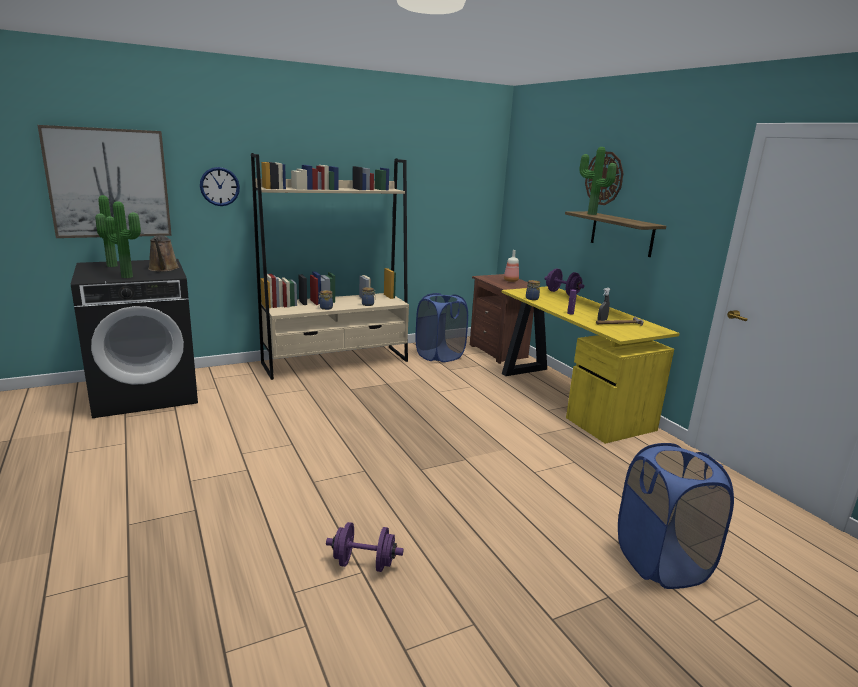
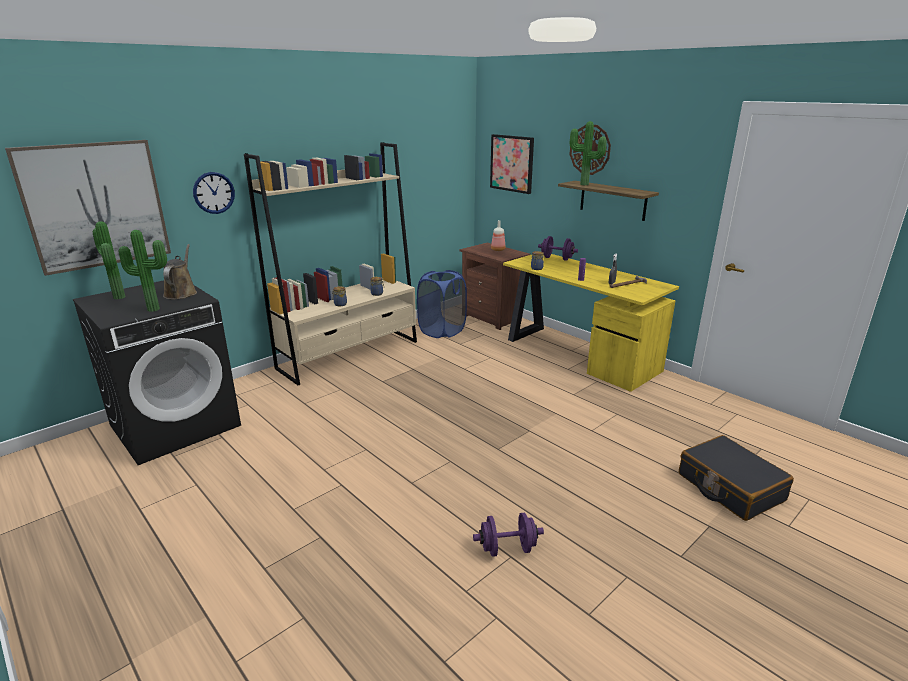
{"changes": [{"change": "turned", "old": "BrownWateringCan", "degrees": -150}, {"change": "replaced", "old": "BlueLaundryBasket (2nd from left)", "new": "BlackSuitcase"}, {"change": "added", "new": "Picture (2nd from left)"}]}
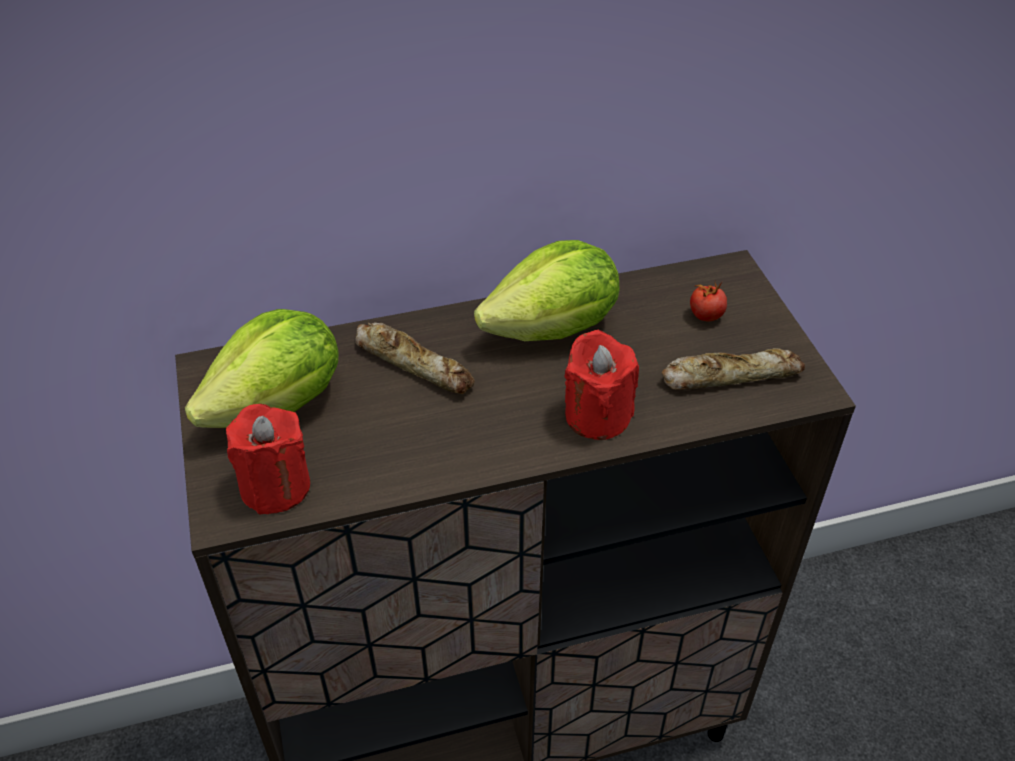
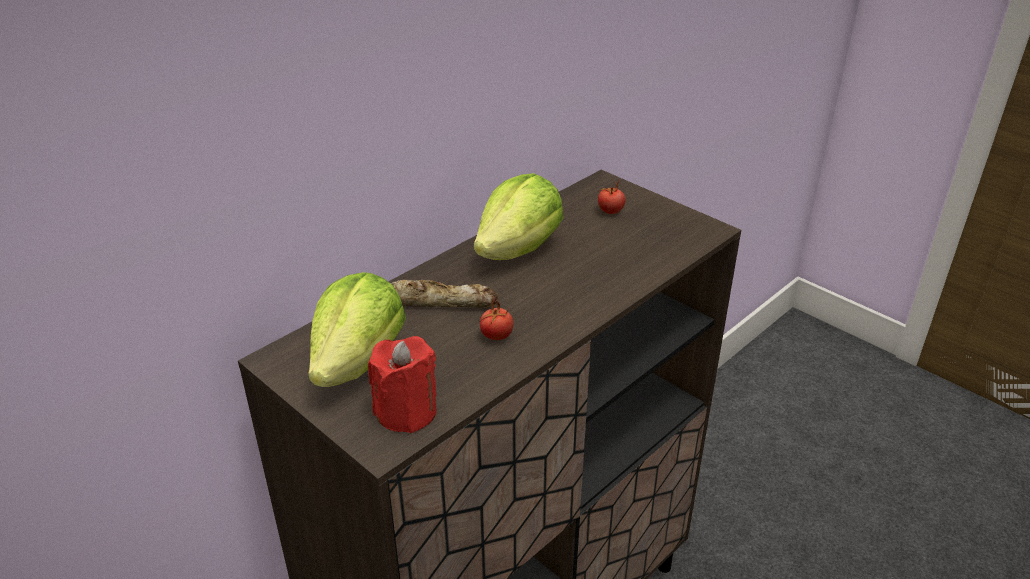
{"changes": [{"change": "removed", "old": "RedCandle (2nd from left)"}, {"change": "removed", "old": "Bread (2nd from left)"}, {"change": "added", "new": "Tomato (1st from left)"}]}
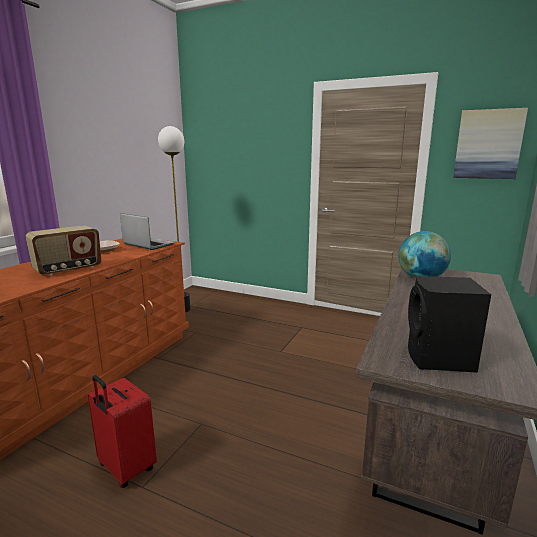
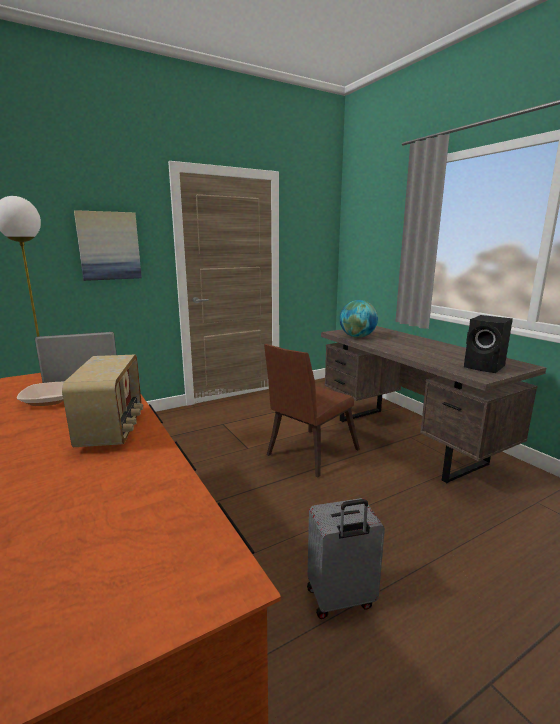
{"changes": [{"change": "recoloured", "old": "RedSuitcase", "new": "GreySuitcase"}, {"change": "moved", "old": "Picture"}, {"change": "added", "new": "BrownChair"}]}
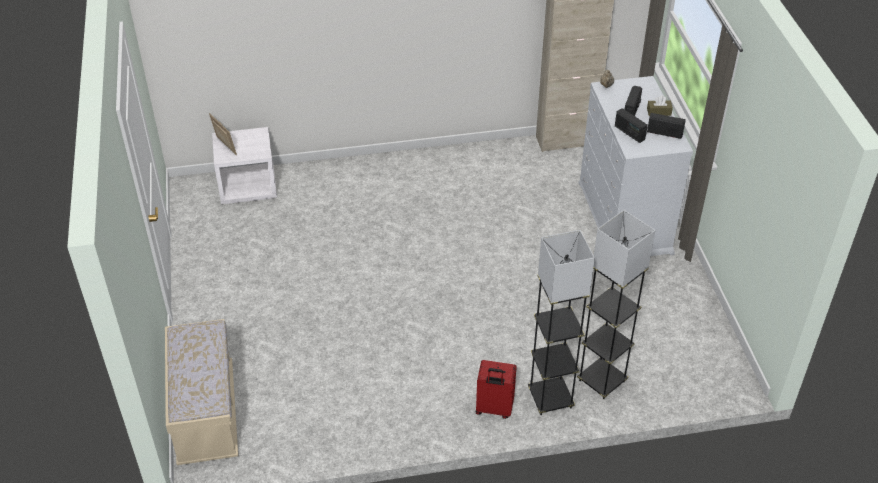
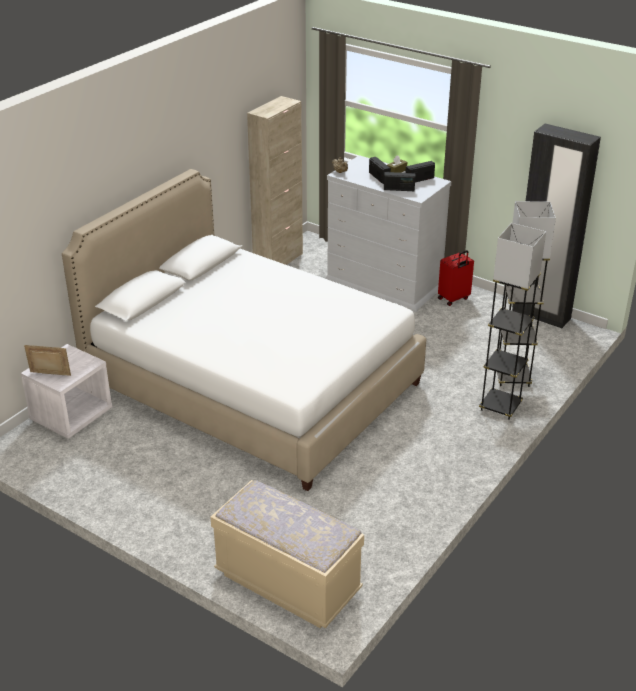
{"changes": [{"change": "moved", "old": "RedSuitcase"}, {"change": "added", "new": "WhiteBed"}, {"change": "added", "new": "BlackWardrobe"}]}
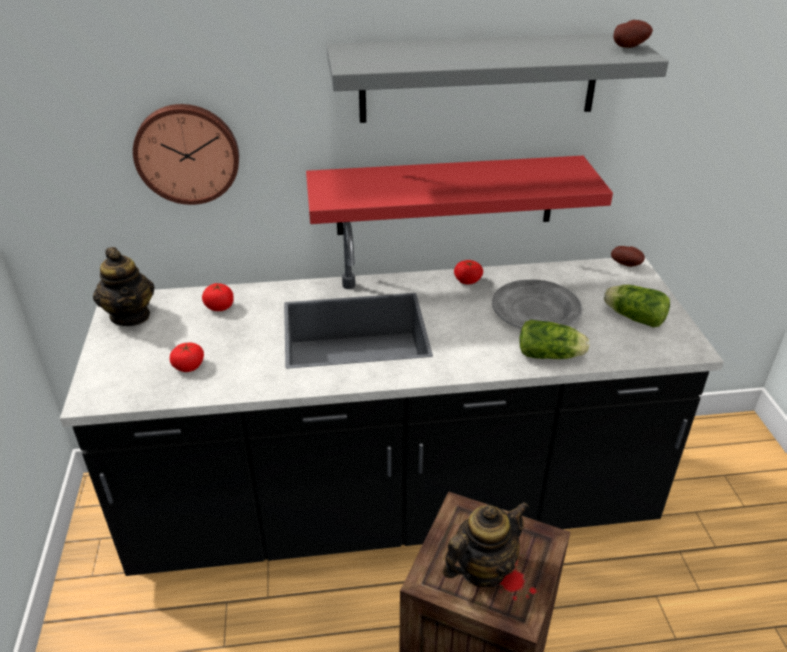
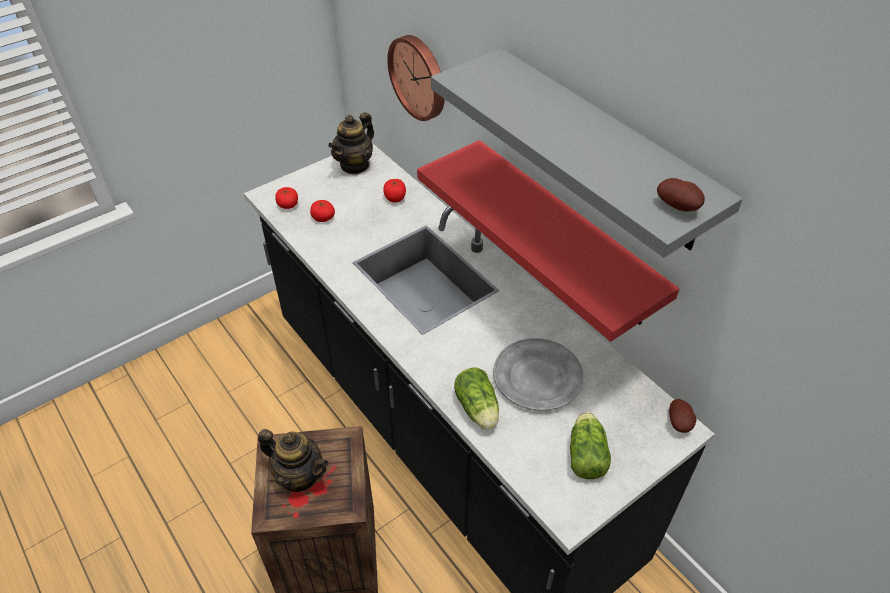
{"changes": [{"change": "moved", "old": "Tomato (3rd from left in the first image)", "new": "Tomato (1st from left)"}]}
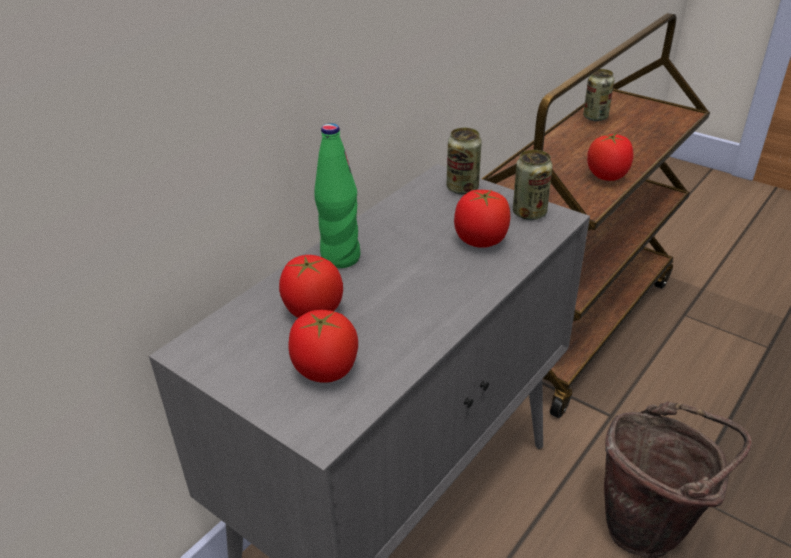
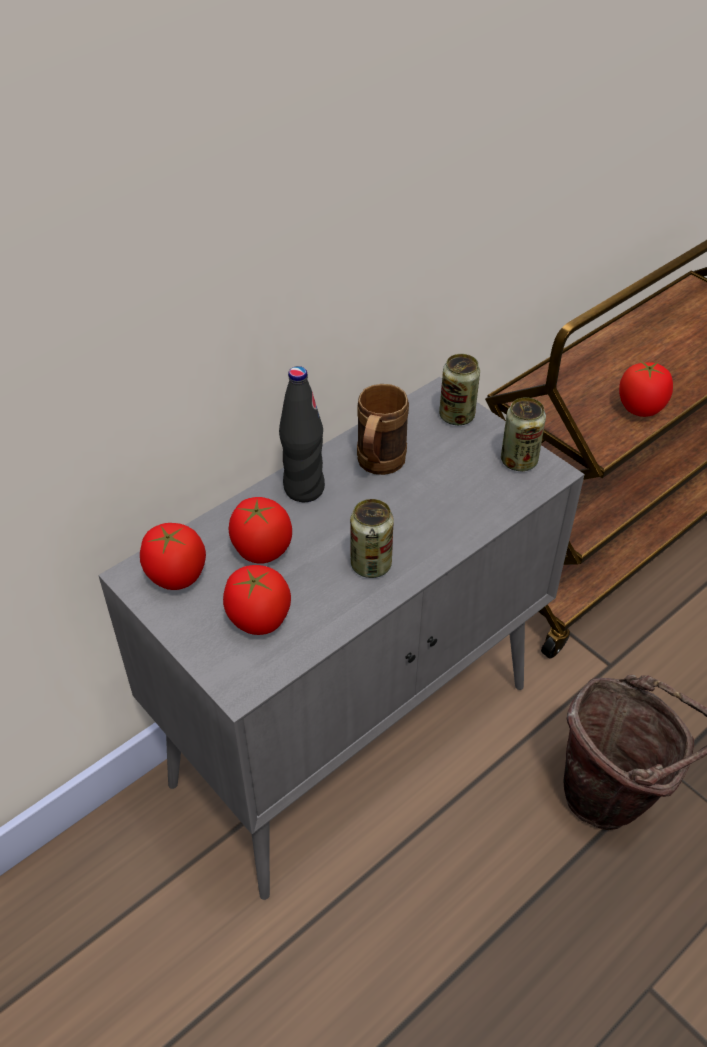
{"changes": [{"change": "recoloured", "old": "GreenBottle", "new": "BlackBottle"}, {"change": "moved", "old": "Tomato (3rd from left in the first image)", "new": "Tomato (1st from left)"}, {"change": "moved", "old": "Can (3rd from left in the first image)", "new": "Can (1st from left)"}, {"change": "added", "new": "BrownMug"}]}
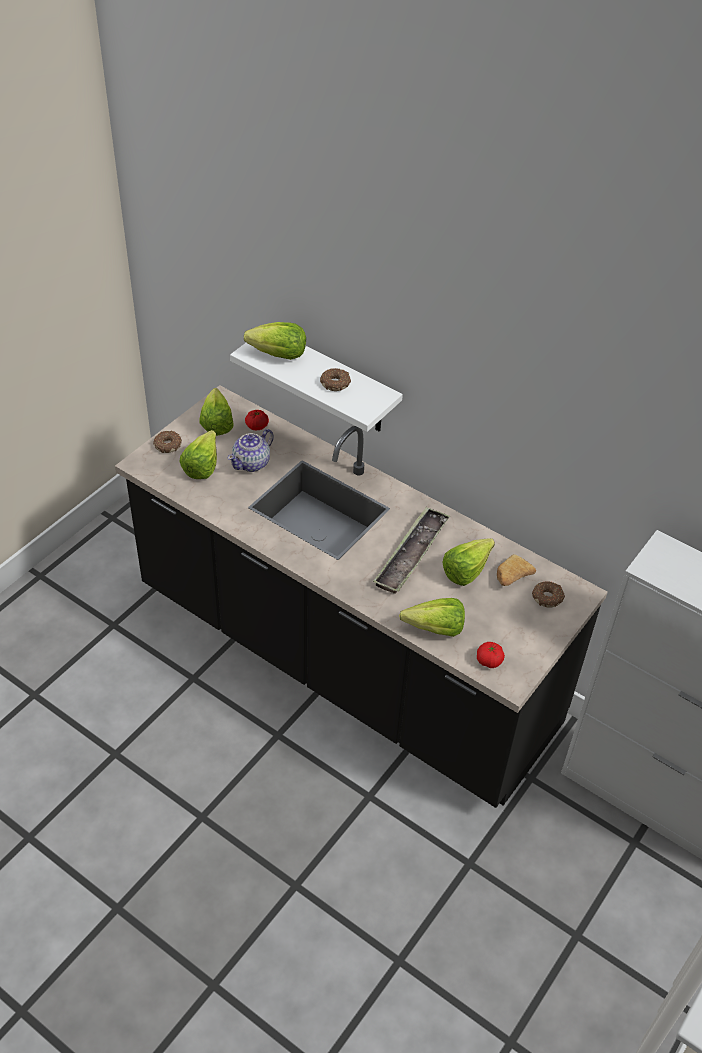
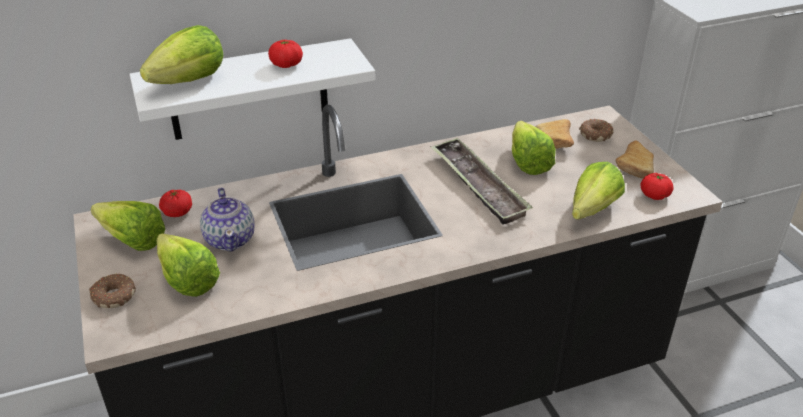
{"changes": [{"change": "replaced", "old": "Donut (2nd from left)", "new": "Tomato (2nd from left)"}, {"change": "added", "new": "Bread (2nd from left)"}]}
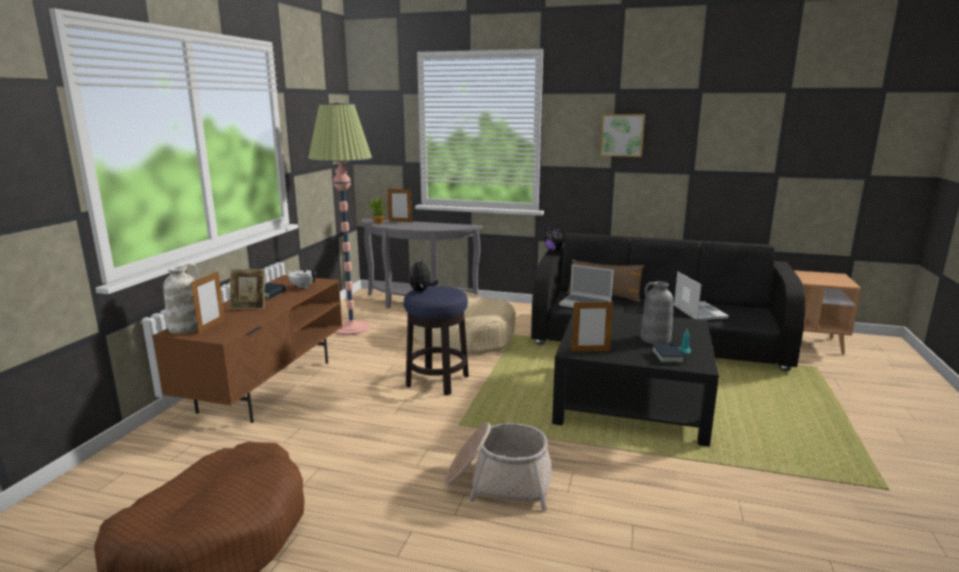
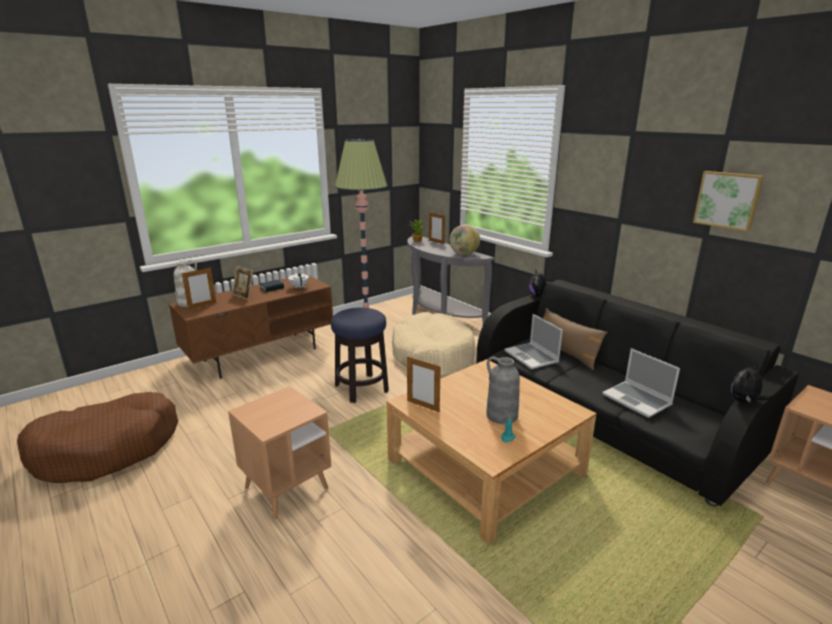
{"changes": [{"change": "moved", "old": "PlushToy (1st from left in the first image)", "new": "PlushToy (2nd from left)"}, {"change": "replaced", "old": "Basket", "new": "BrownSideTable (1st from left)"}, {"change": "recoloured", "old": "BlackCoffeeTable", "new": "BeigeCoffeeTable"}, {"change": "moved", "old": "Picture"}, {"change": "removed", "old": "Book (2nd from left)"}, {"change": "turned", "old": "Laptop (2nd from left)", "degrees": 120}, {"change": "added", "new": "Globe"}]}
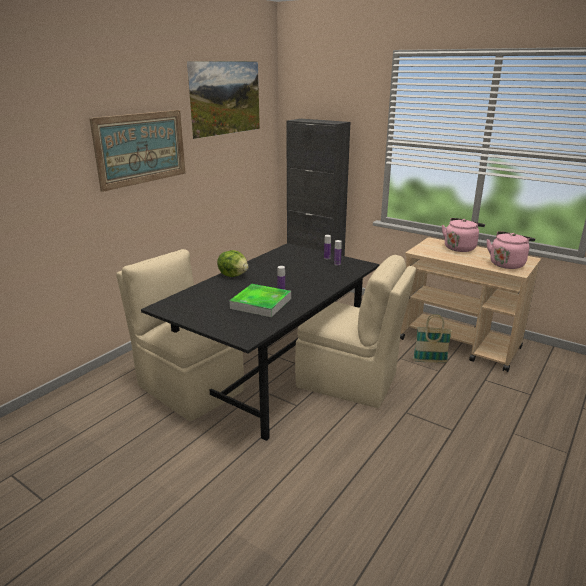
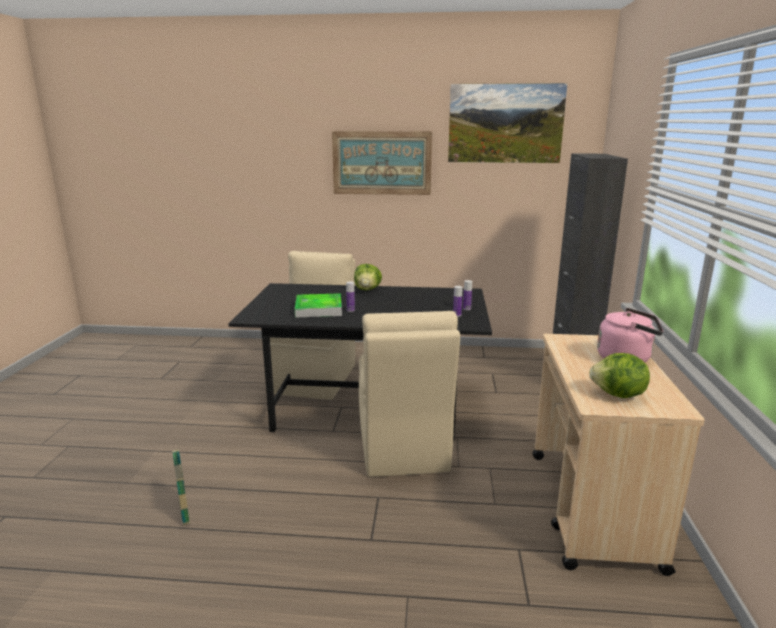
{"changes": [{"change": "moved", "old": "Basket"}, {"change": "replaced", "old": "PinkKettle (2nd from left)", "new": "Lettuce (2nd from left)"}]}
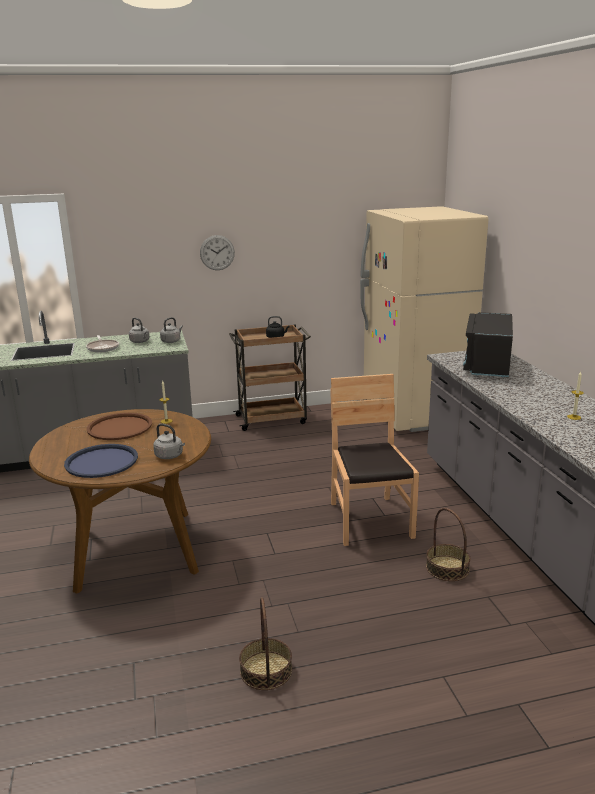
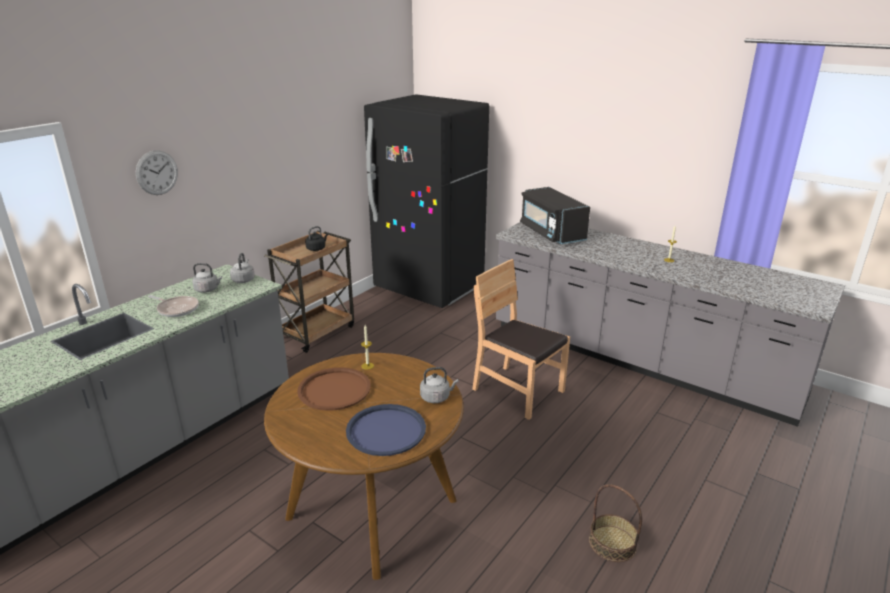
{"changes": [{"change": "moved", "old": "WallClock"}, {"change": "recoloured", "old": "BeigeFridge", "new": "BlackFridge"}, {"change": "removed", "old": "Basket (2nd from left)"}]}
